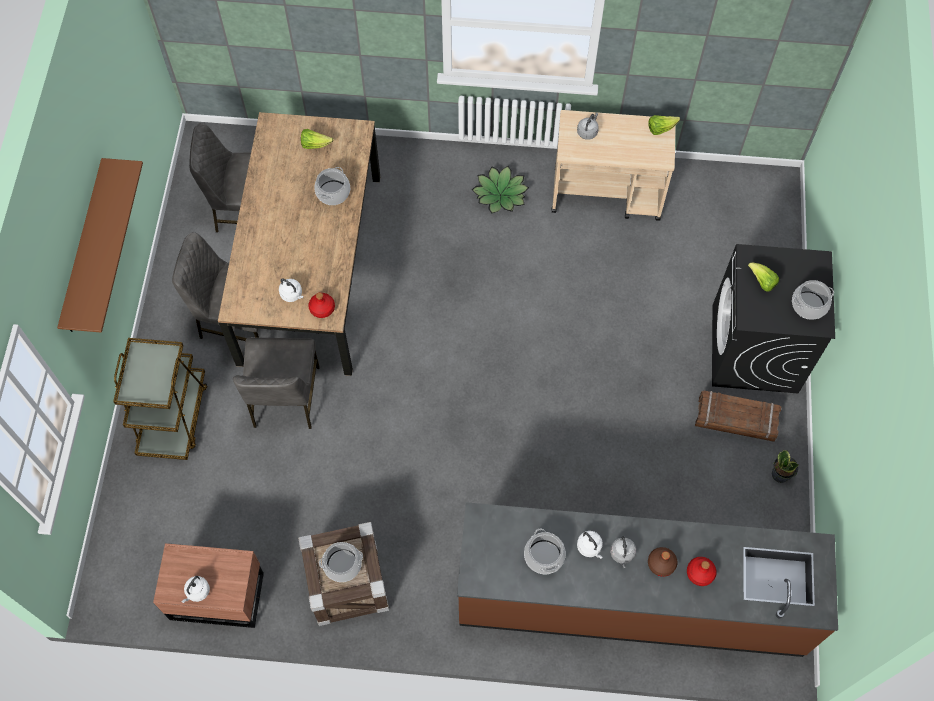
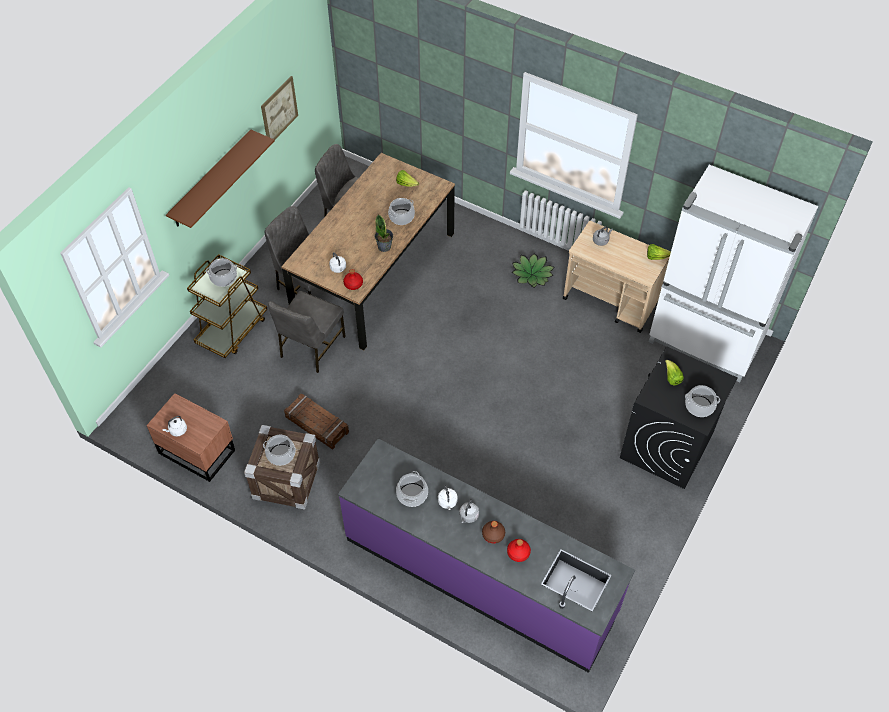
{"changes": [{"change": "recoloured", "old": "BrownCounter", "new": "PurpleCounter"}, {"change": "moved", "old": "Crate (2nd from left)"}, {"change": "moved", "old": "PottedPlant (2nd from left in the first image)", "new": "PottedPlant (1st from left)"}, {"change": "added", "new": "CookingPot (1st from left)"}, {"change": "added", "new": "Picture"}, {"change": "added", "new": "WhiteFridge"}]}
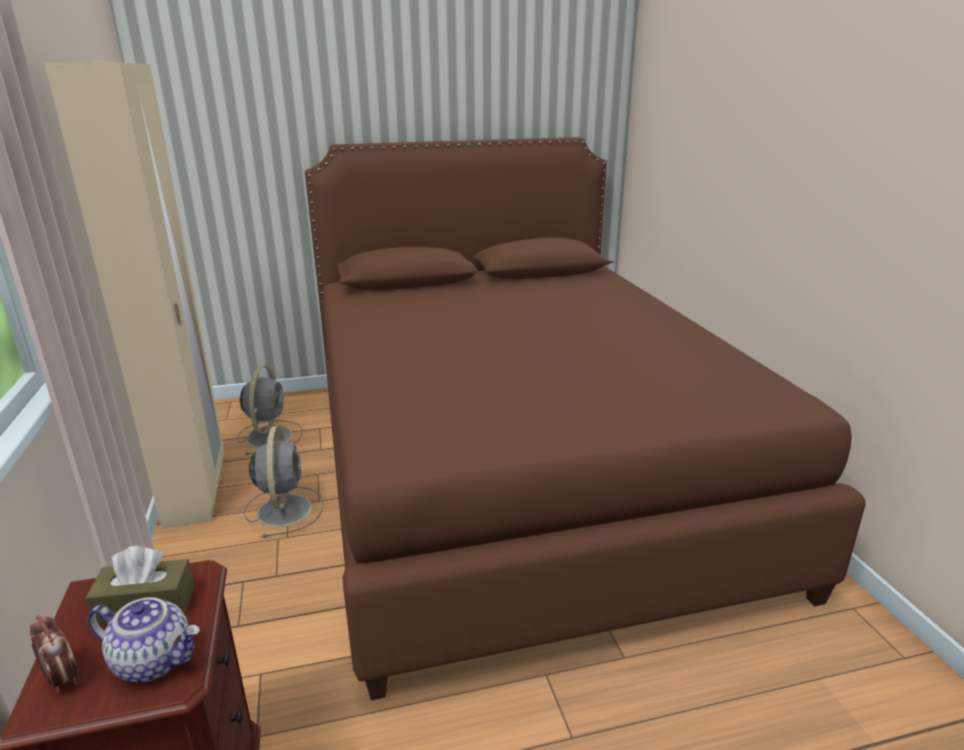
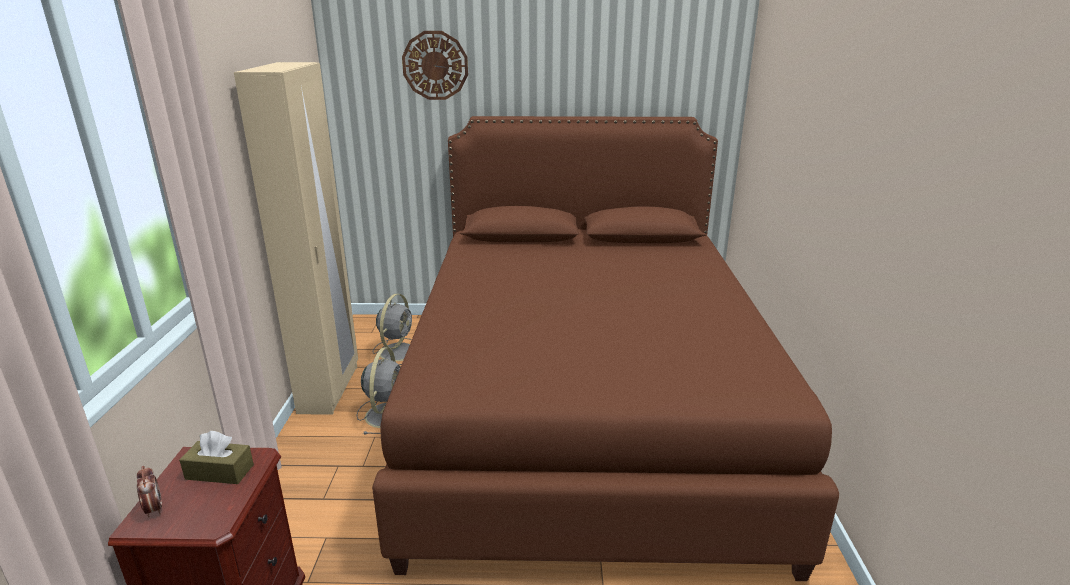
{"changes": [{"change": "removed", "old": "Teapot"}, {"change": "added", "new": "WallClock"}]}
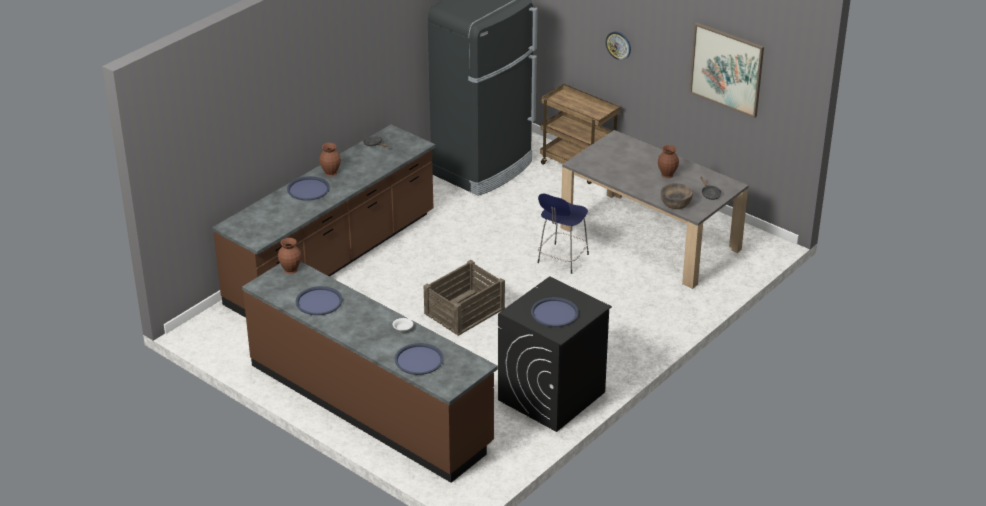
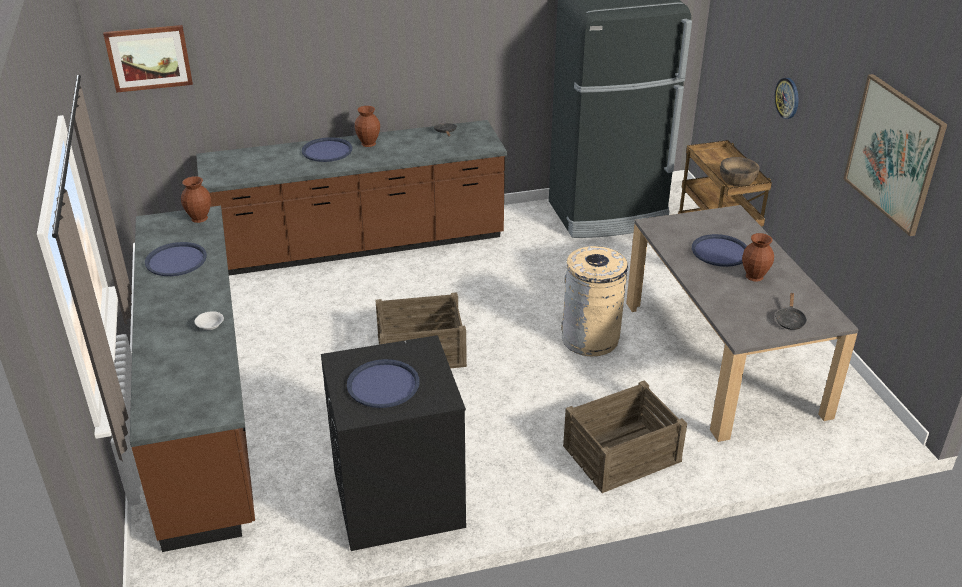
{"changes": [{"change": "moved", "old": "BlueTray (3rd from left in the first image)", "new": "BlueTray (4th from left)"}, {"change": "replaced", "old": "BlueStool", "new": "BeigeTrashCan"}, {"change": "moved", "old": "BrownBowl"}, {"change": "added", "new": "Picture (1st from left)"}, {"change": "added", "new": "Crate (2nd from left)"}]}
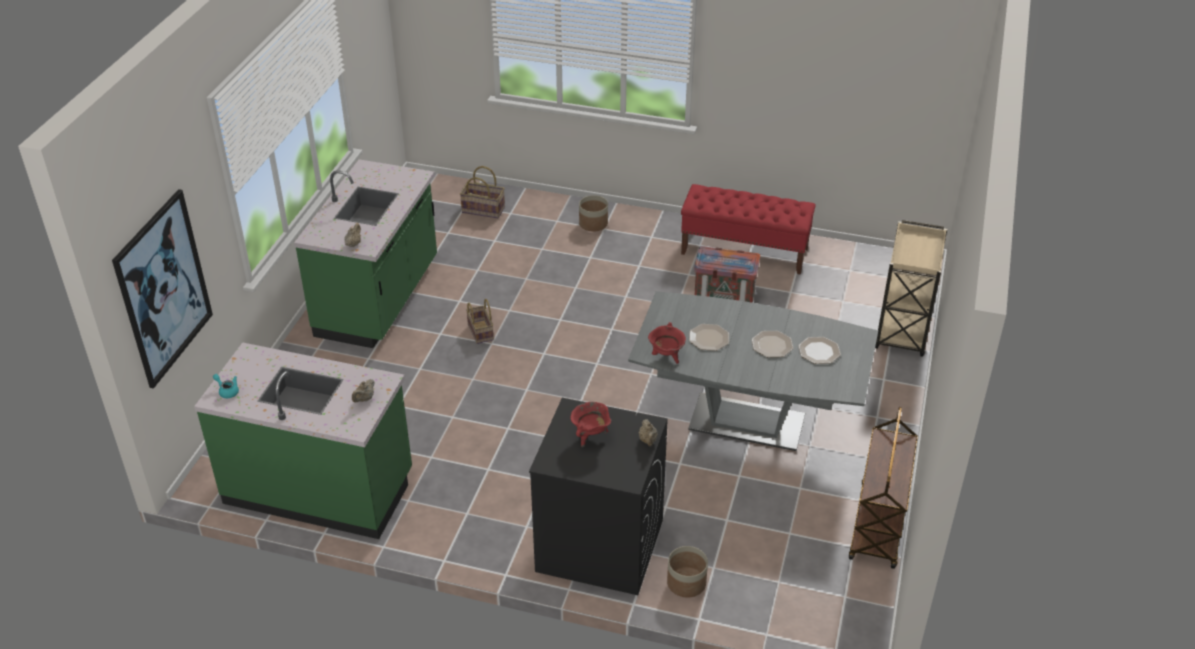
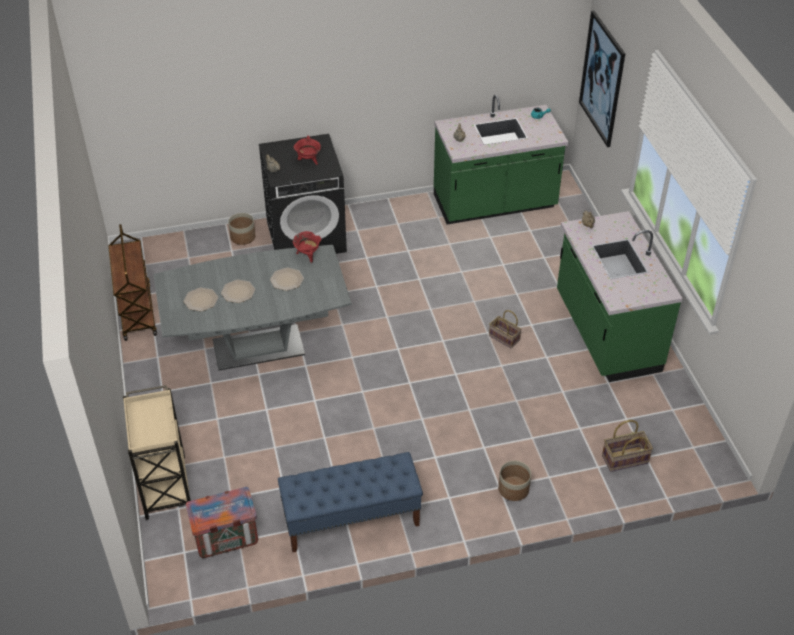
{"changes": [{"change": "recoloured", "old": "RedBench", "new": "BlueBench"}, {"change": "moved", "old": "Crate"}]}
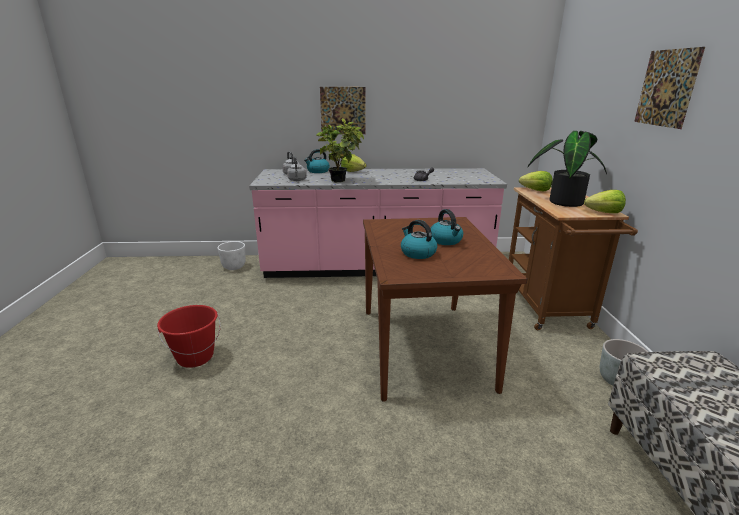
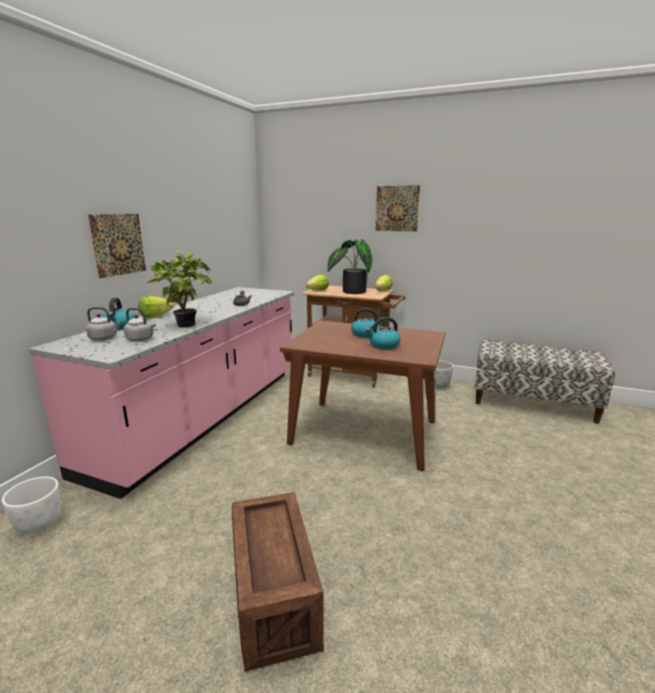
{"changes": [{"change": "replaced", "old": "RedBucket", "new": "Crate"}]}
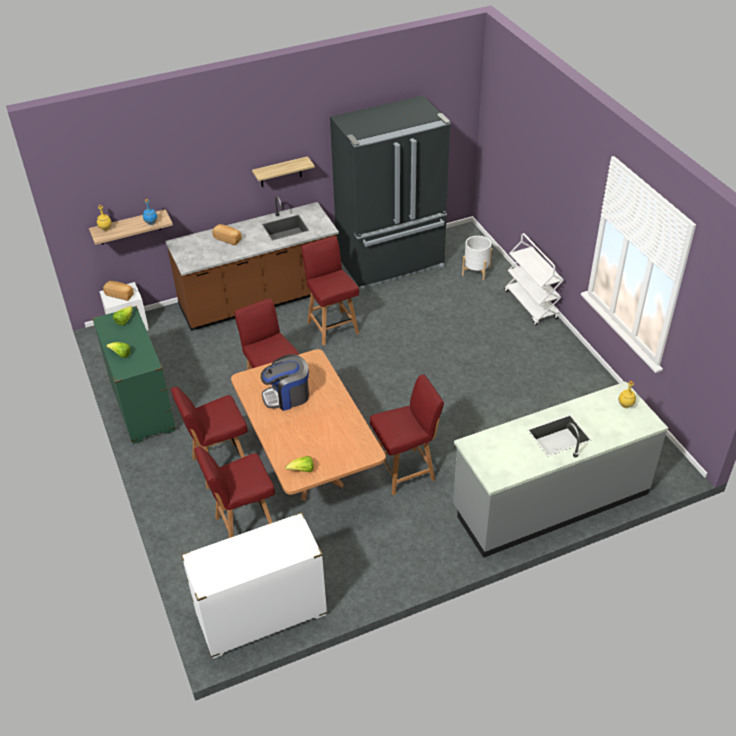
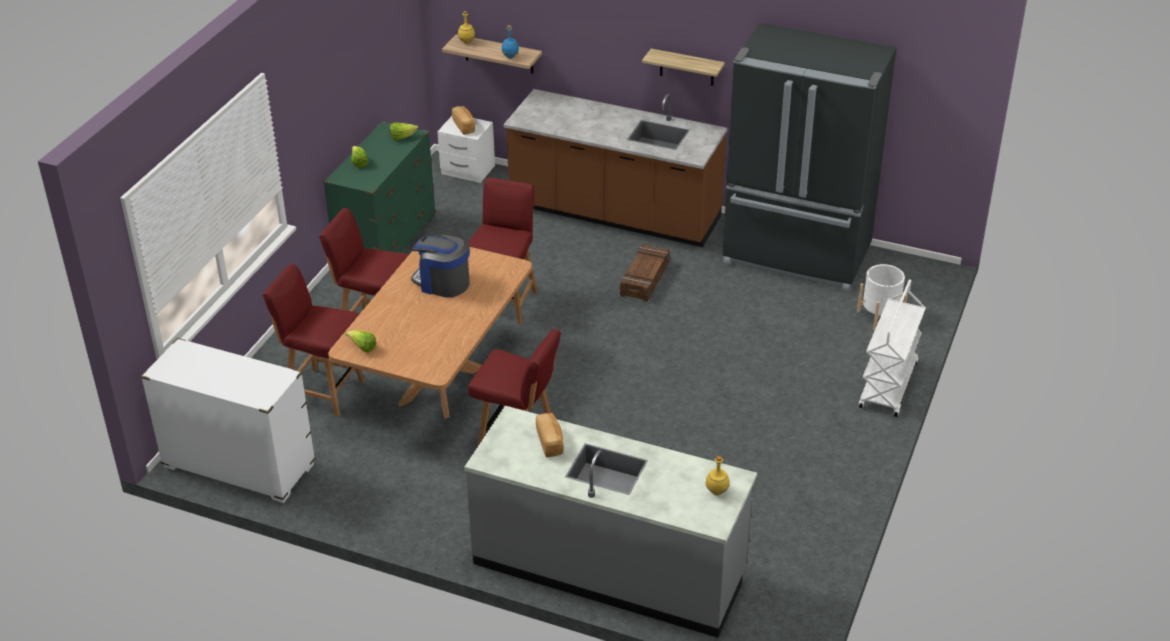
{"changes": [{"change": "moved", "old": "Bread (2nd from left)"}, {"change": "replaced", "old": "RedChair (4th from left)", "new": "Crate"}]}
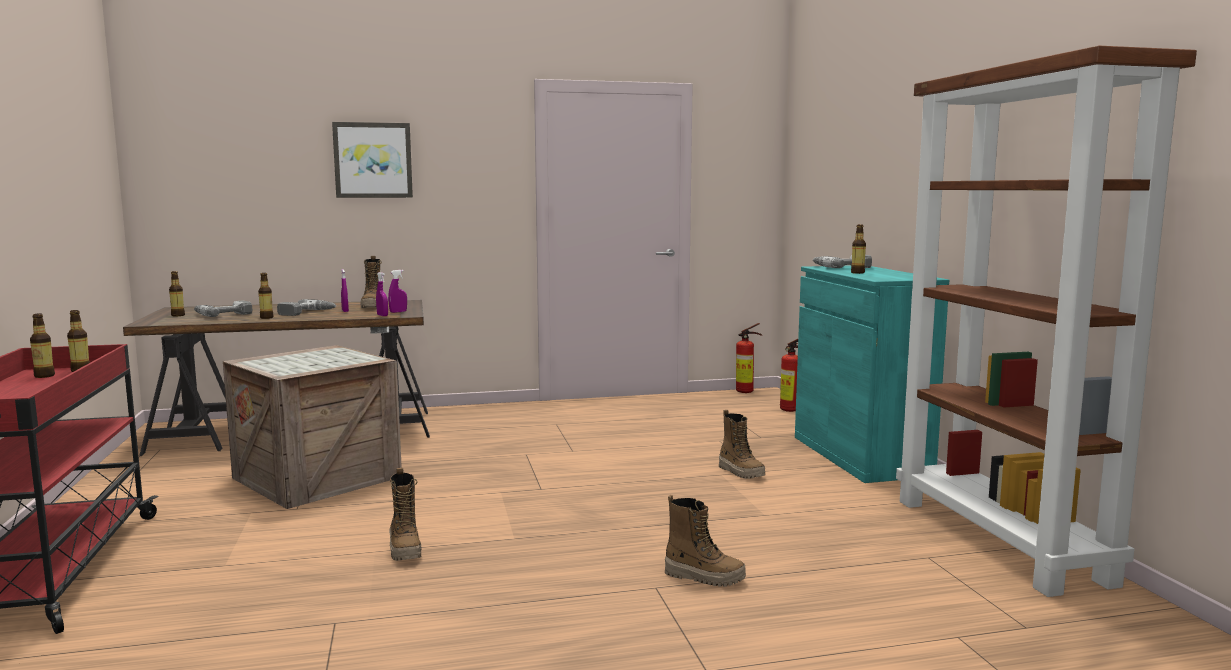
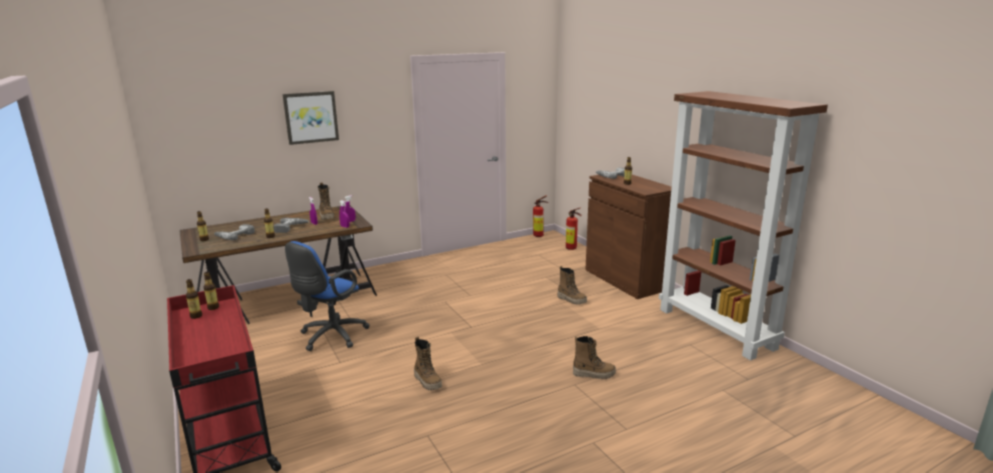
{"changes": [{"change": "replaced", "old": "Crate", "new": "BlueOfficeChair"}, {"change": "recoloured", "old": "TurquoiseCabinet", "new": "BrownCabinet"}]}
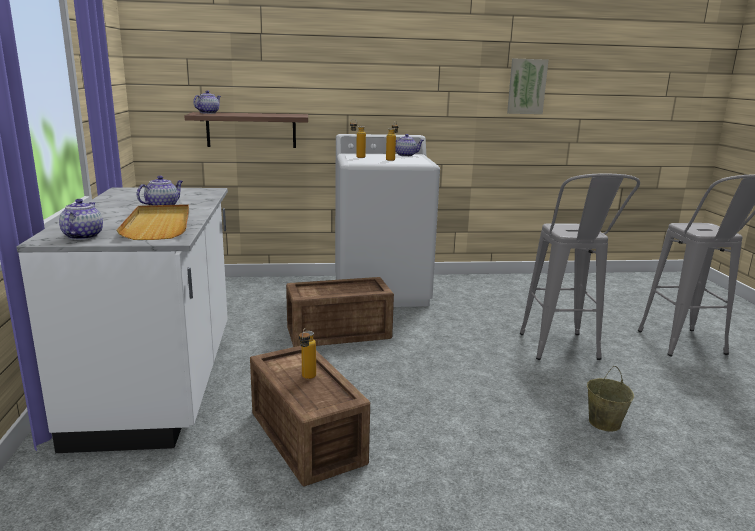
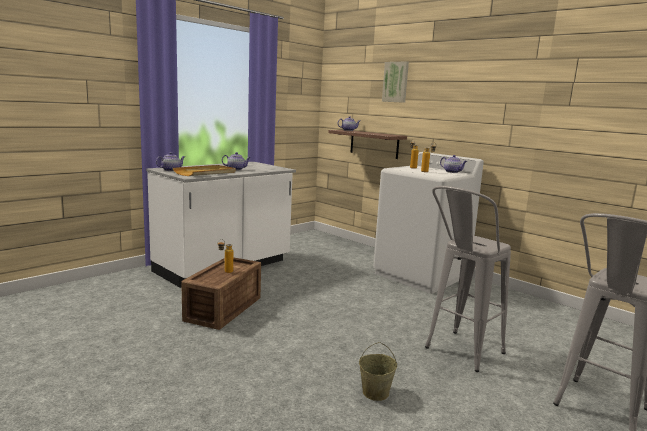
{"changes": [{"change": "removed", "old": "Crate (2nd from left)"}, {"change": "moved", "old": "Picture"}]}
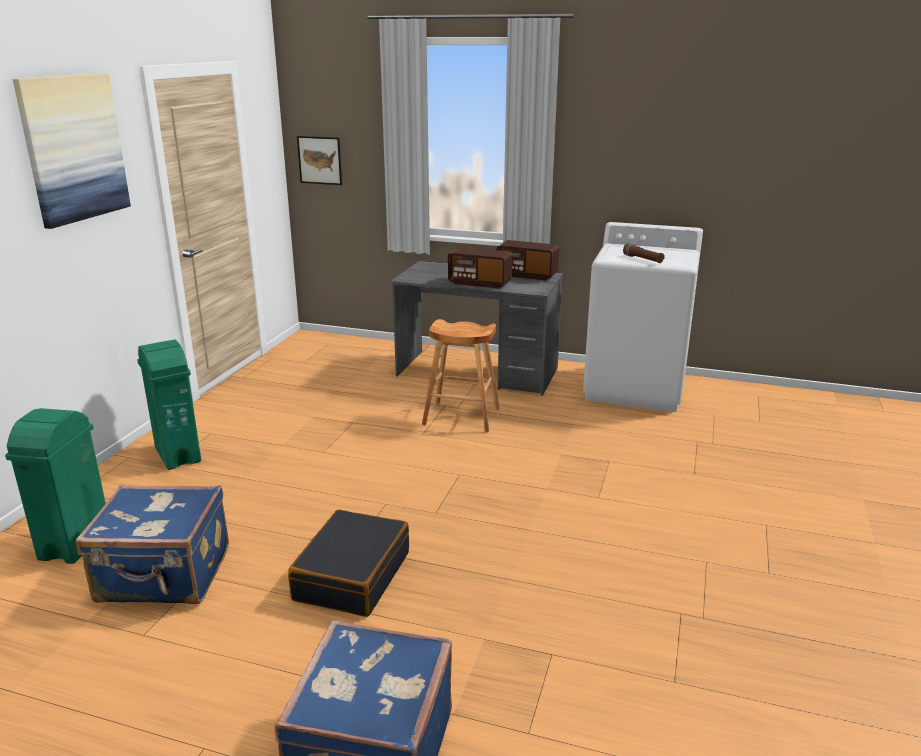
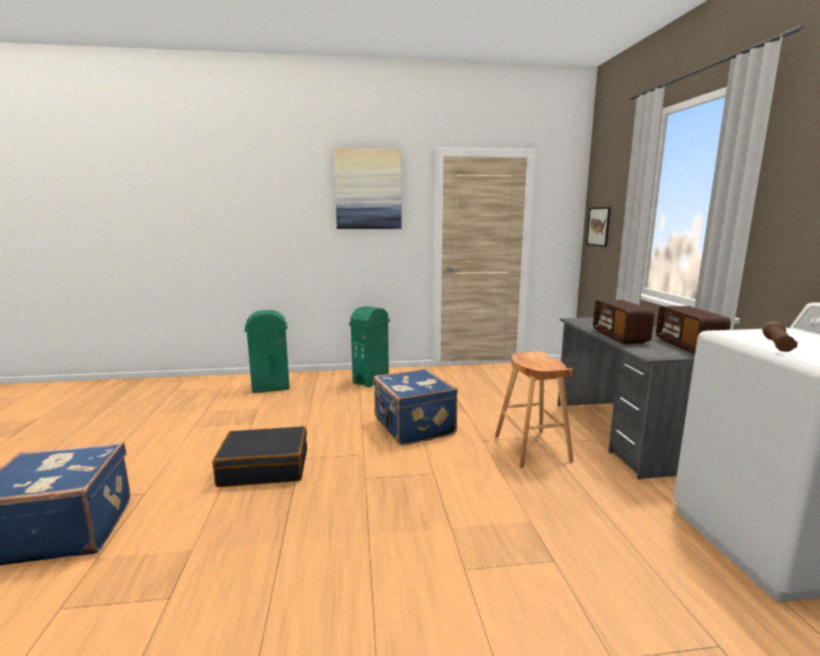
{"changes": [{"change": "moved", "old": "BlueSuitcase (1st from left in the first image)", "new": "BlueSuitcase (2nd from left)"}]}
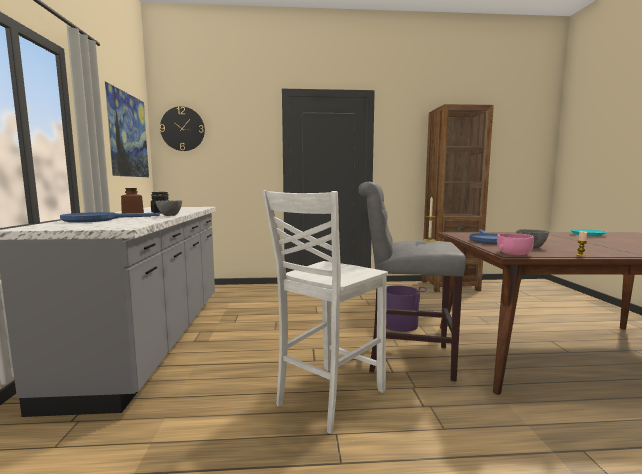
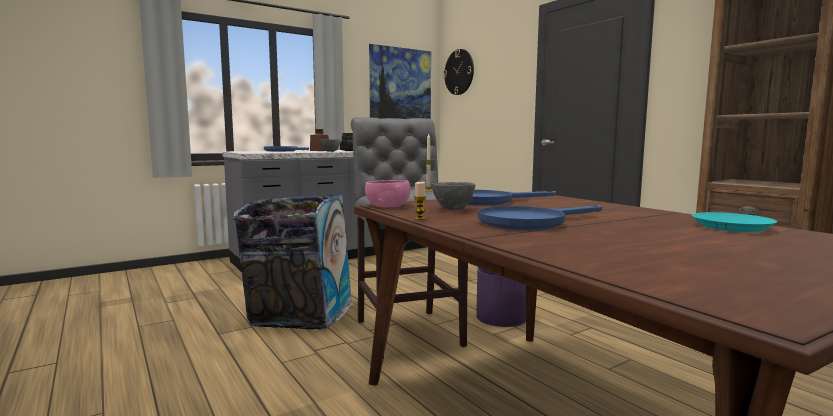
{"changes": [{"change": "replaced", "old": "WhiteChair", "new": "TrashCan"}, {"change": "added", "new": "BlueFryingPan (3rd from left)"}]}
